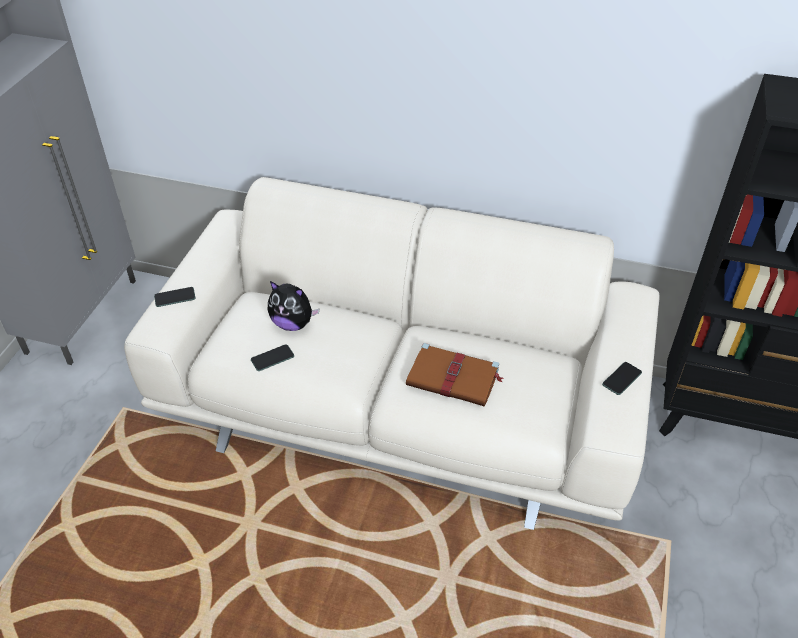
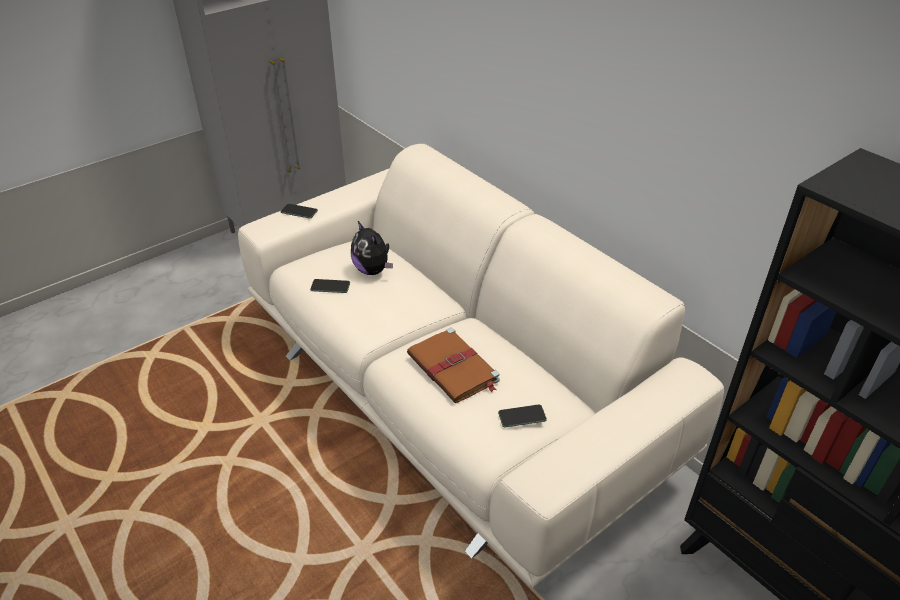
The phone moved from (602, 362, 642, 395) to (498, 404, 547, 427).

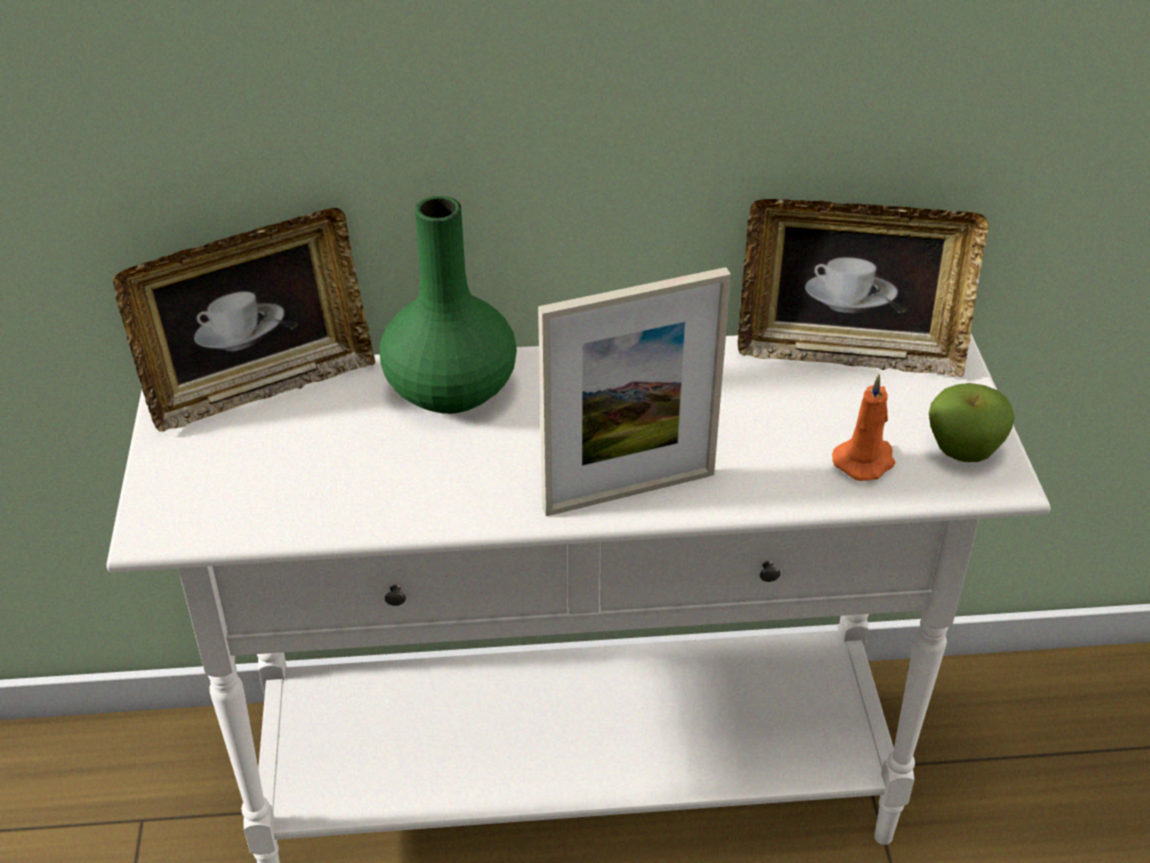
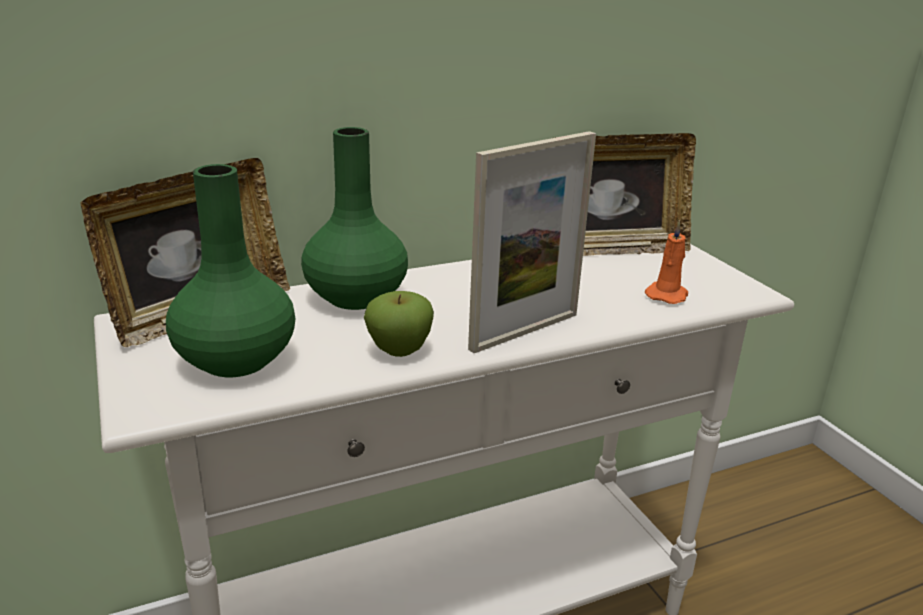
The green vase at (166, 164, 296, 377) appeared.
The apple moved from (929, 383, 1014, 462) to (364, 291, 434, 357).

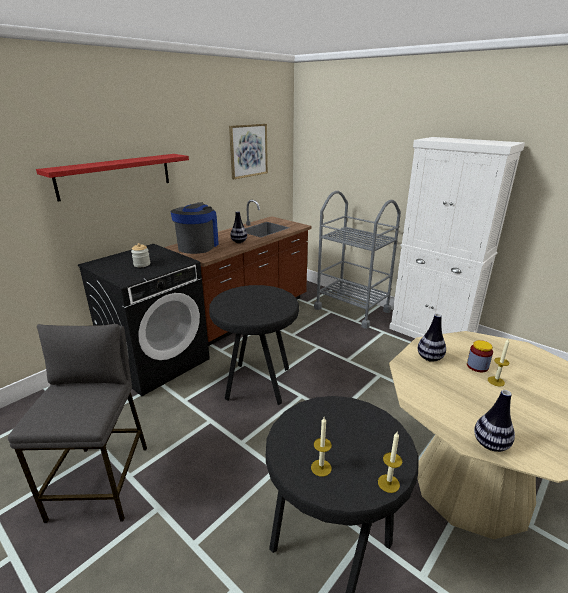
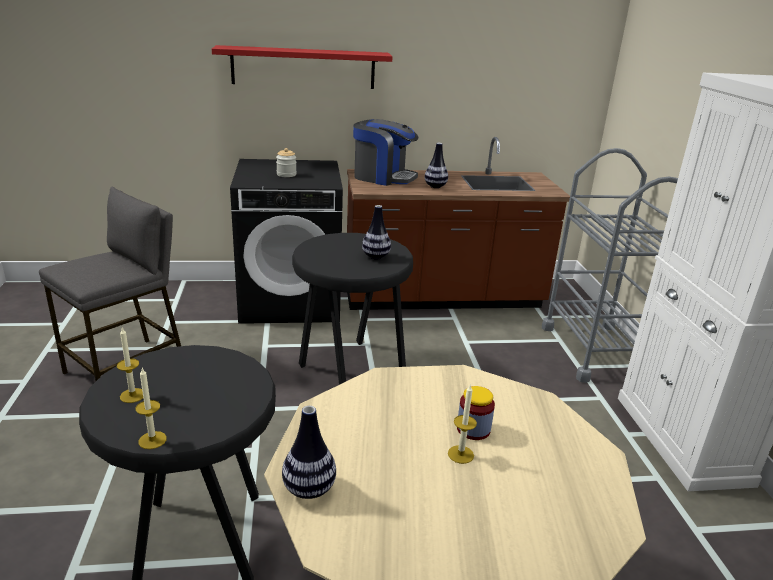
The coffee machine at (170, 202, 219, 254) turned 60 degrees clockwise.
The vase moved from (418, 314, 446, 362) to (362, 205, 391, 259).
The picture at (229, 124, 268, 179) disappeared.

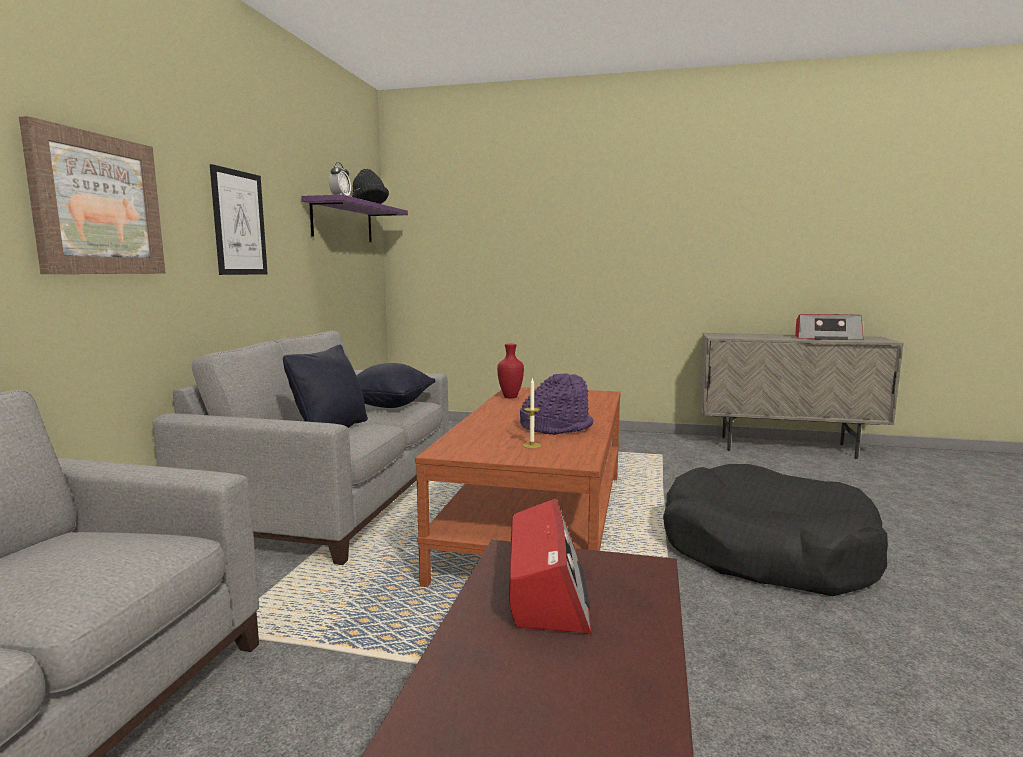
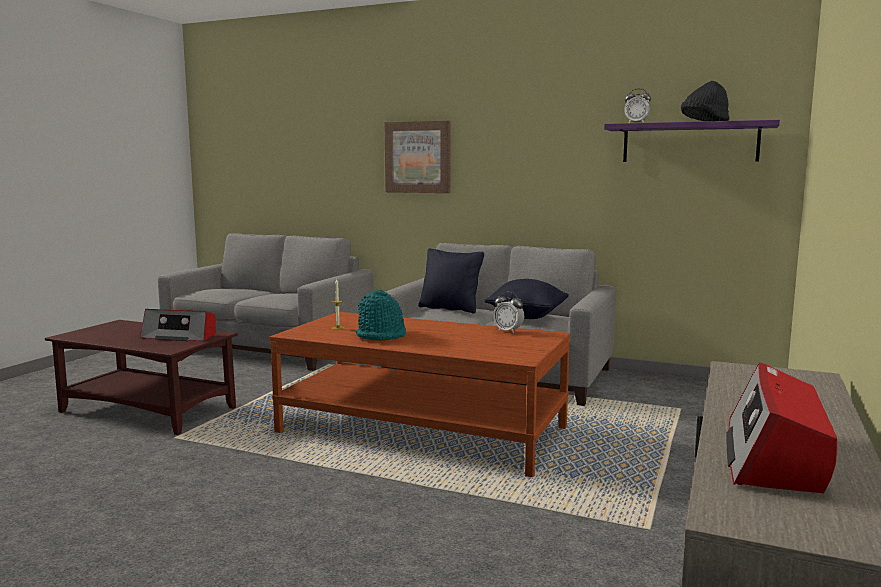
The purple hat at (520, 373, 594, 435) became the turquoise hat at (355, 290, 406, 341).
The red vase at (497, 343, 524, 399) was replaced by the alarm clock at (493, 292, 524, 333).
The picture at (210, 164, 268, 275) disappeared.
The black dog bed at (663, 464, 888, 596) disappeared.

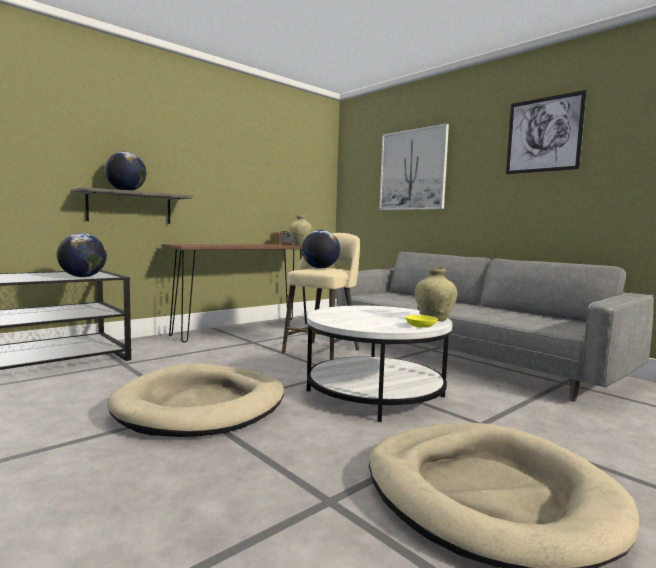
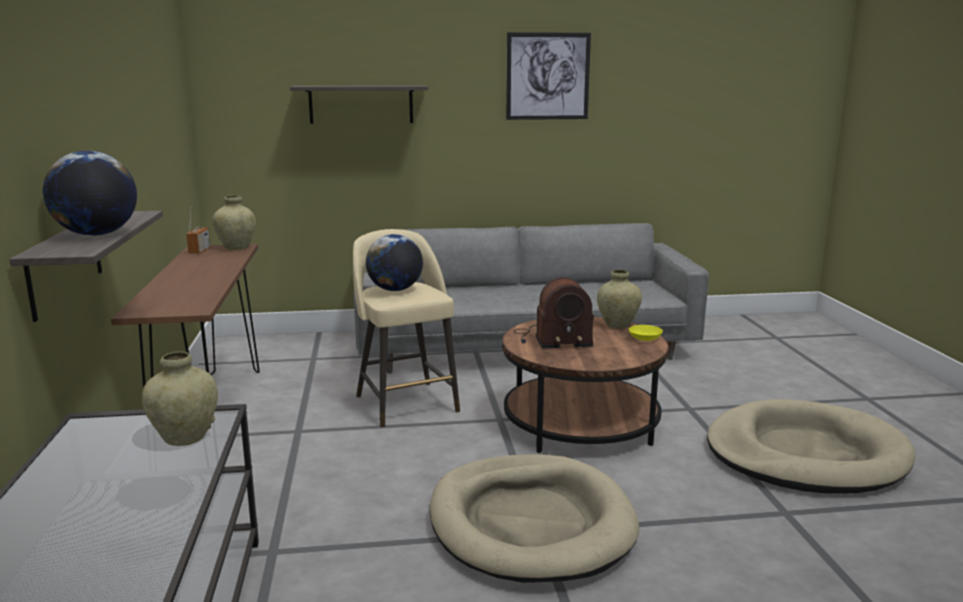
The globe at (57, 233, 107, 277) was replaced by the beige vase at (142, 352, 218, 446).
The picture at (379, 123, 449, 210) was replaced by the shelf at (290, 85, 428, 124).
The white coffee table at (307, 306, 453, 422) became the brown coffee table at (502, 317, 669, 453).
The radio at (514, 277, 594, 349) appeared.

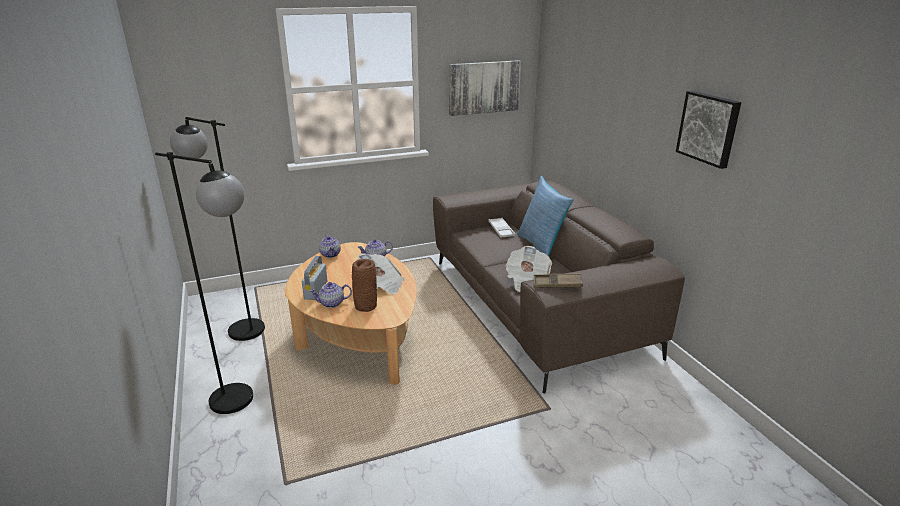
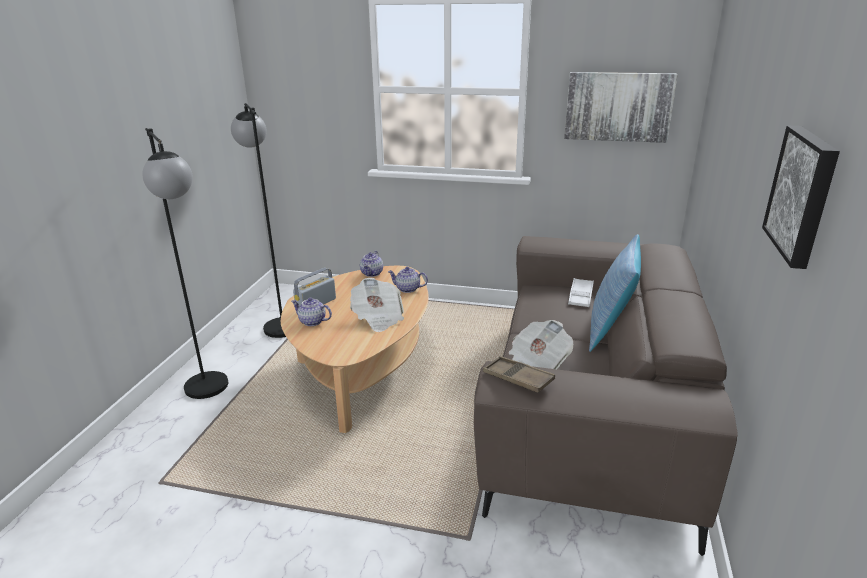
The brown vase at (352, 259, 377, 312) disappeared.

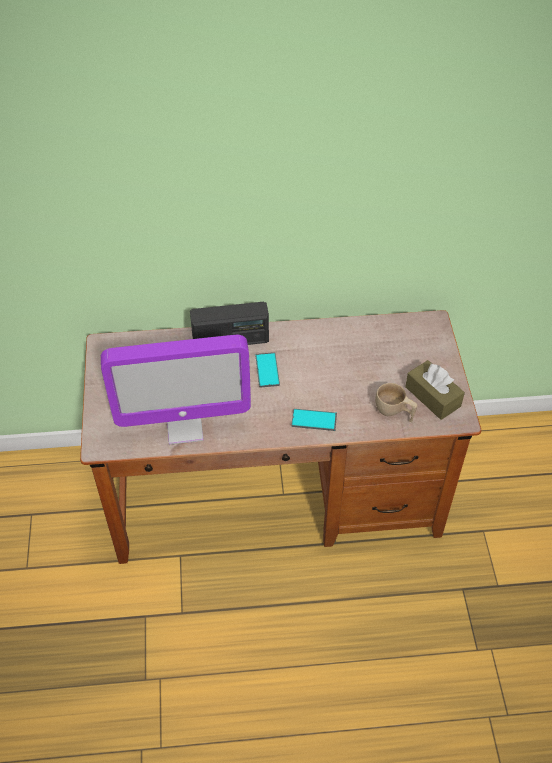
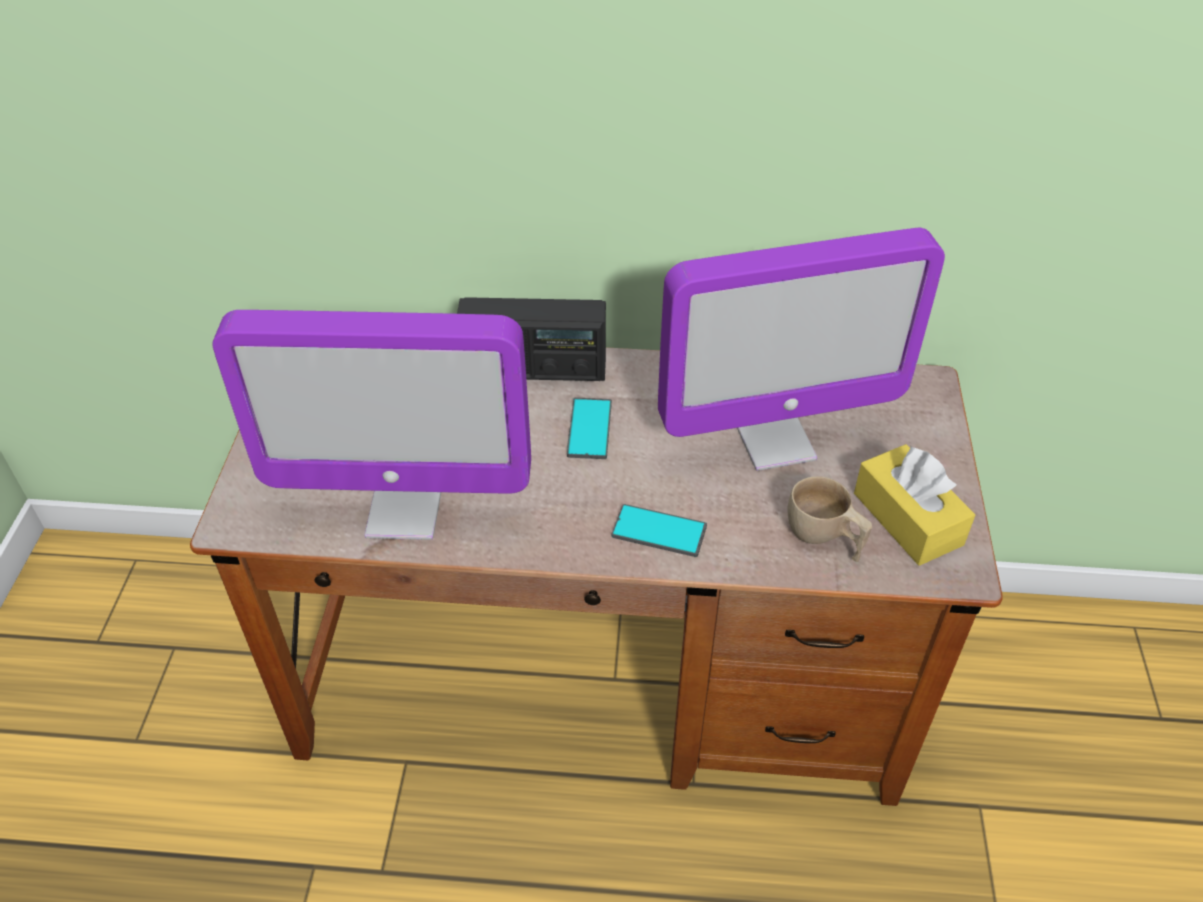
The monitor at (658, 228, 945, 471) appeared.
The brown tissue box at (405, 360, 465, 420) became the yellow tissue box at (854, 444, 975, 566).

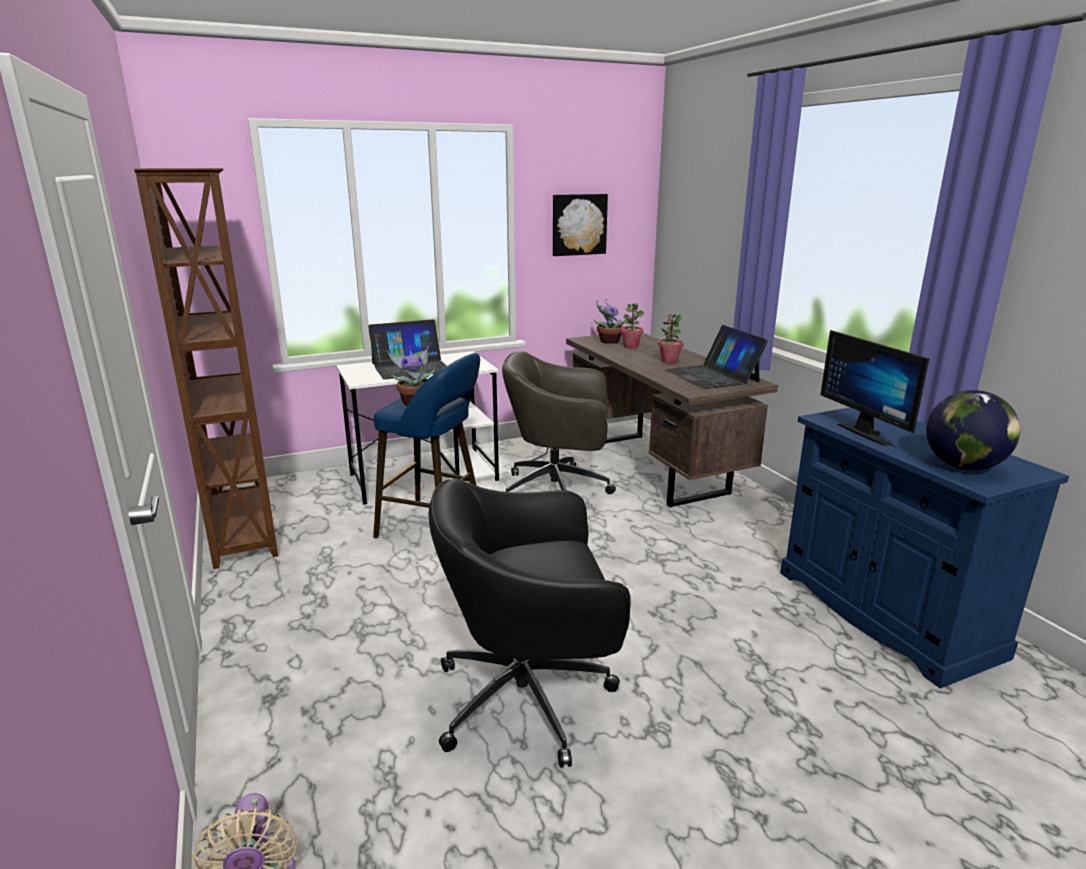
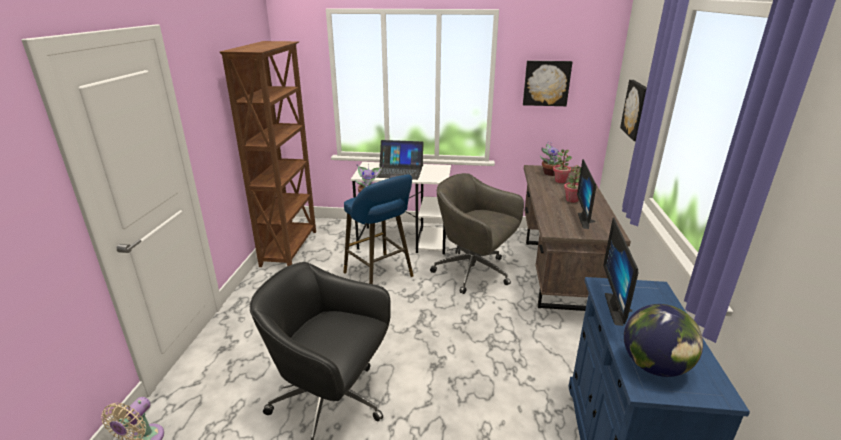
The laptop at (666, 325, 768, 389) was replaced by the monitor at (577, 159, 596, 229).
The picture at (620, 80, 647, 141) appeared.

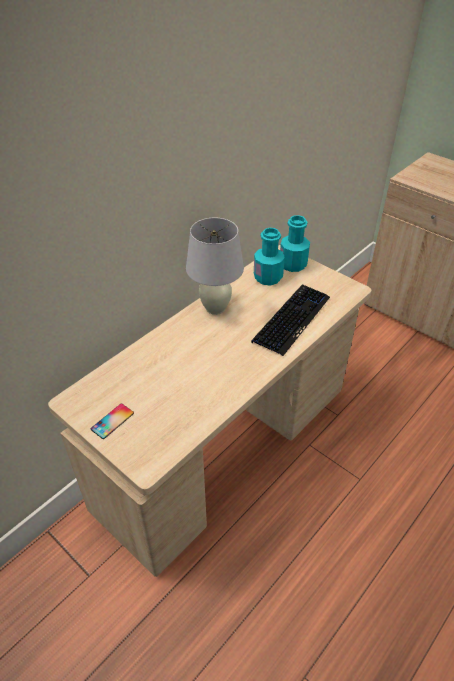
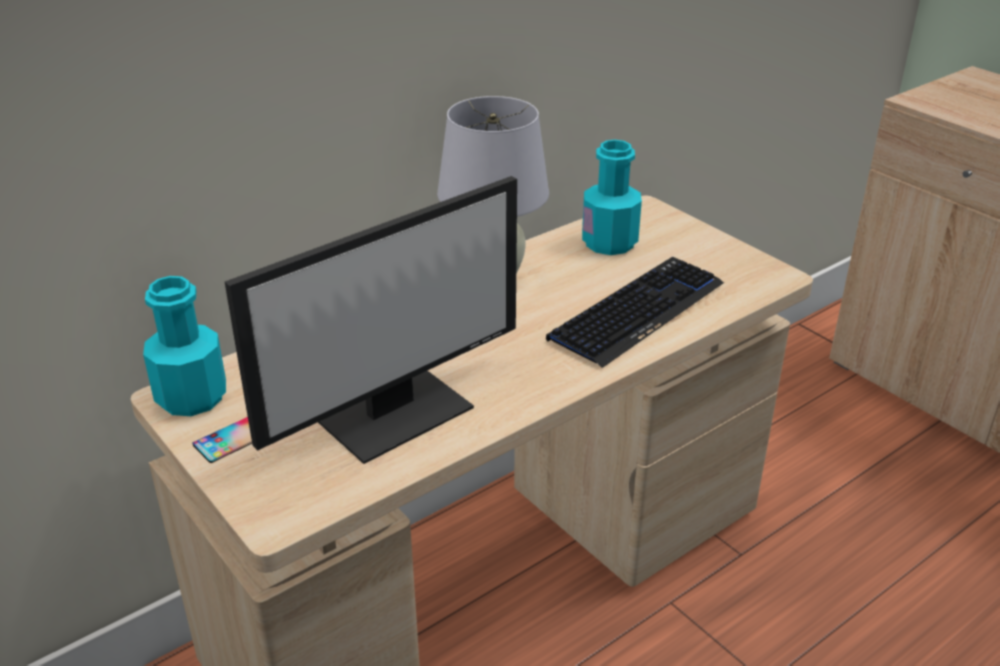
The turquoise bottle moved from (280, 215, 310, 272) to (143, 276, 226, 416).
The monitor at (225, 176, 517, 464) appeared.

